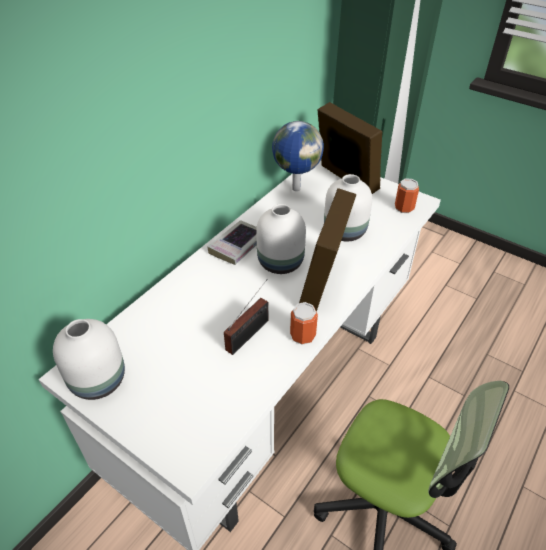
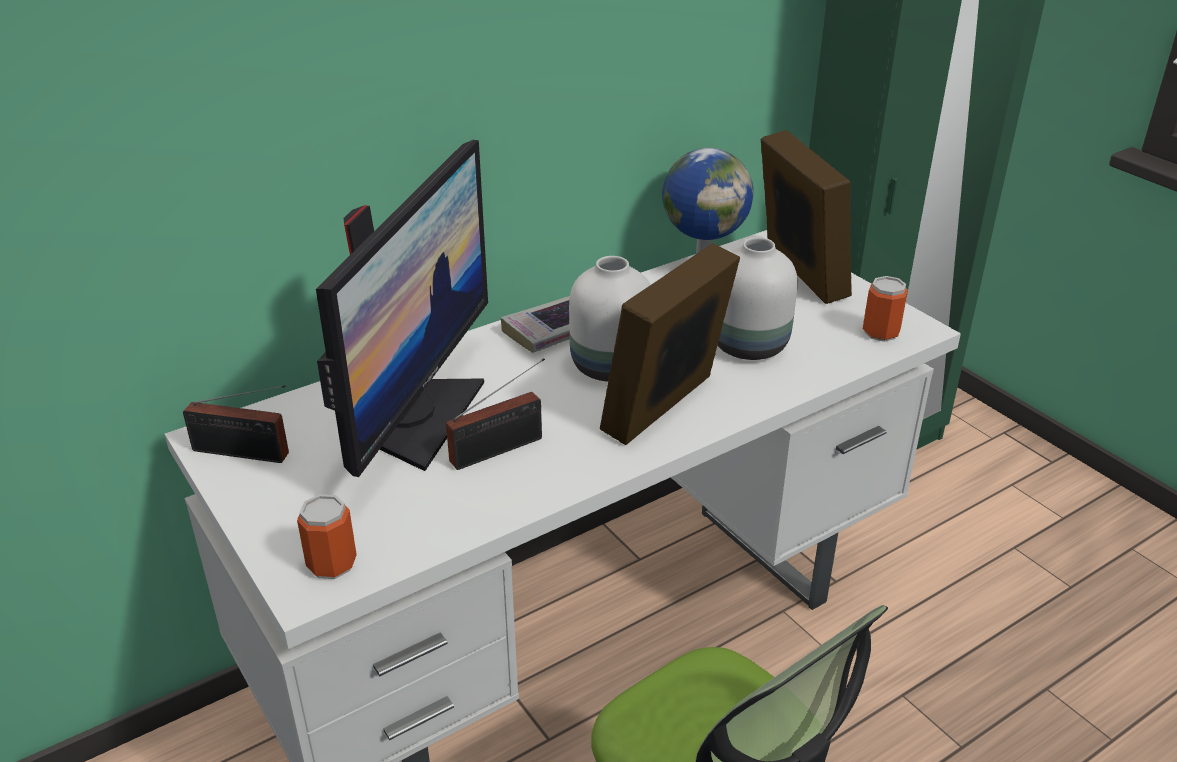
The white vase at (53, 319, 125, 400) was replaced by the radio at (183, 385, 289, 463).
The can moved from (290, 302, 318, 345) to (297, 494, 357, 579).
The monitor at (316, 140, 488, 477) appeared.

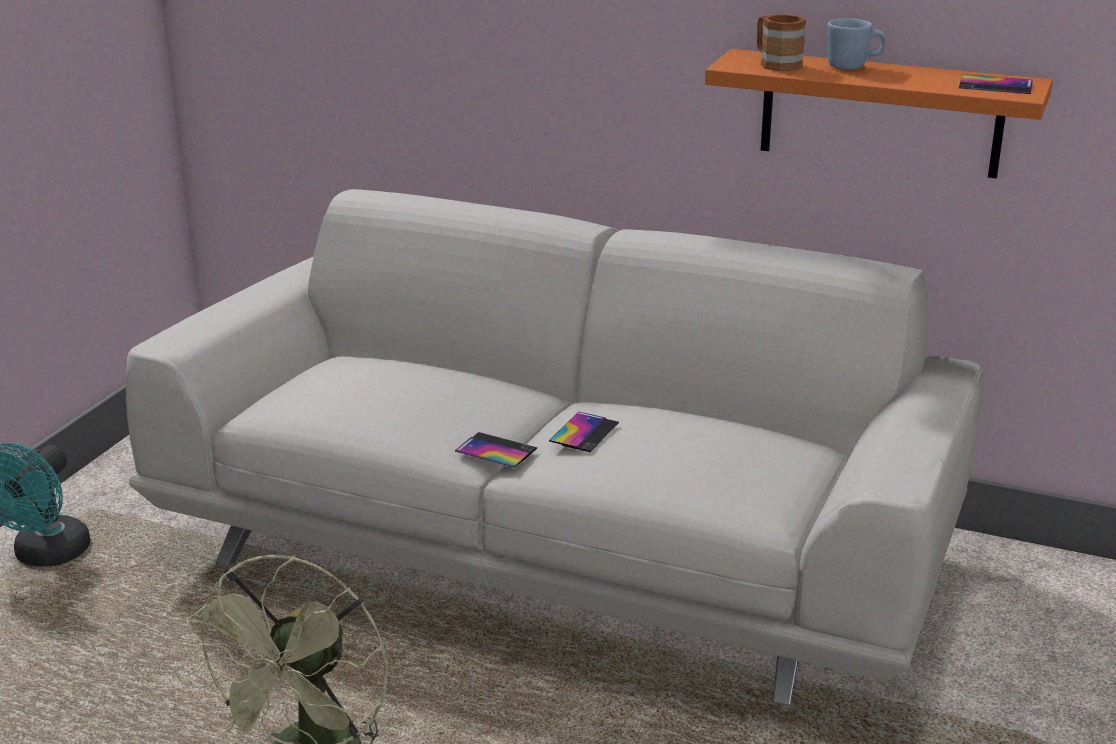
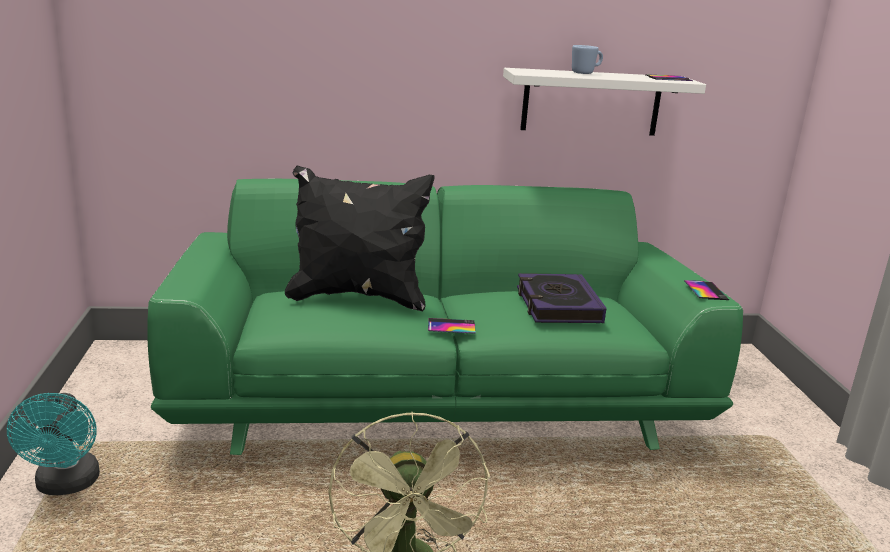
The white sofa at (126, 189, 984, 706) became the green sofa at (147, 179, 743, 455).
The black pillow at (285, 166, 434, 311) appeared.
The orange shelf at (705, 49, 1053, 179) became the white shelf at (503, 68, 706, 136).
The book at (517, 273, 607, 323) appeared.
The phone moved from (549, 411, 619, 452) to (684, 280, 729, 300).
The brown mug at (757, 14, 806, 71) disappeared.

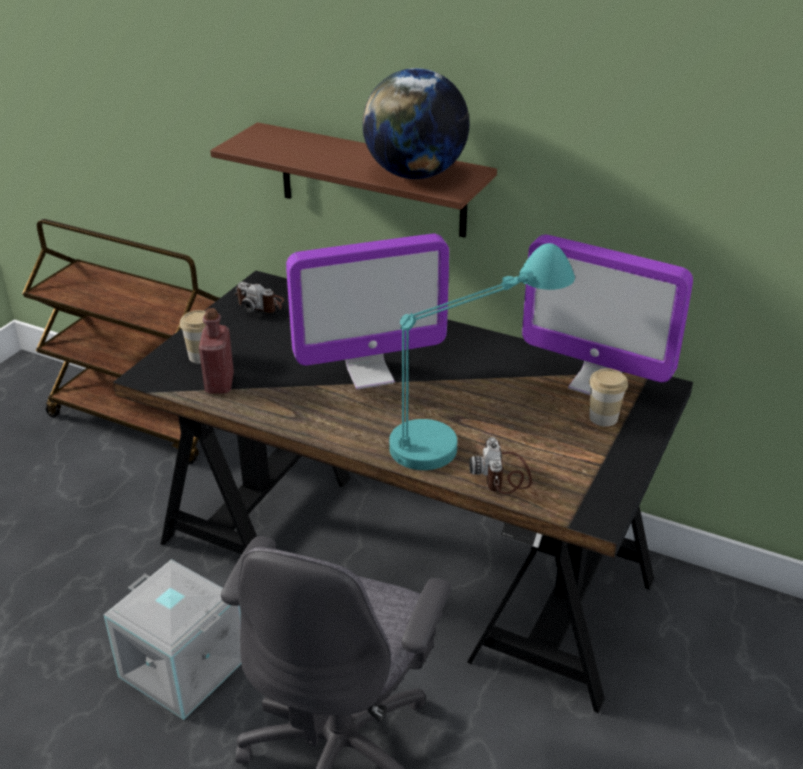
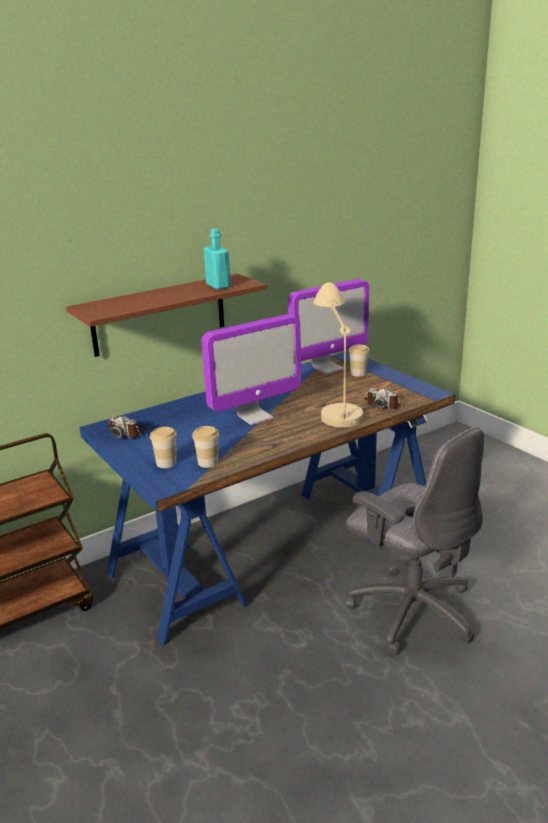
The black desk at (113, 271, 693, 713) became the blue desk at (79, 351, 455, 646).
The photo camera at (235, 282, 284, 313) turned 60 degrees clockwise.
The red bottle at (199, 308, 234, 394) was replaced by the cup at (192, 426, 220, 468).
The monitor at (286, 234, 449, 389) turned 45 degrees clockwise.
The globe at (362, 68, 469, 179) was replaced by the turquoise bottle at (204, 228, 231, 290).
The turquoise table lamp at (389, 243, 575, 470) became the beige table lamp at (313, 282, 363, 427).
The grey storage box at (104, 559, 241, 720) disappeared.

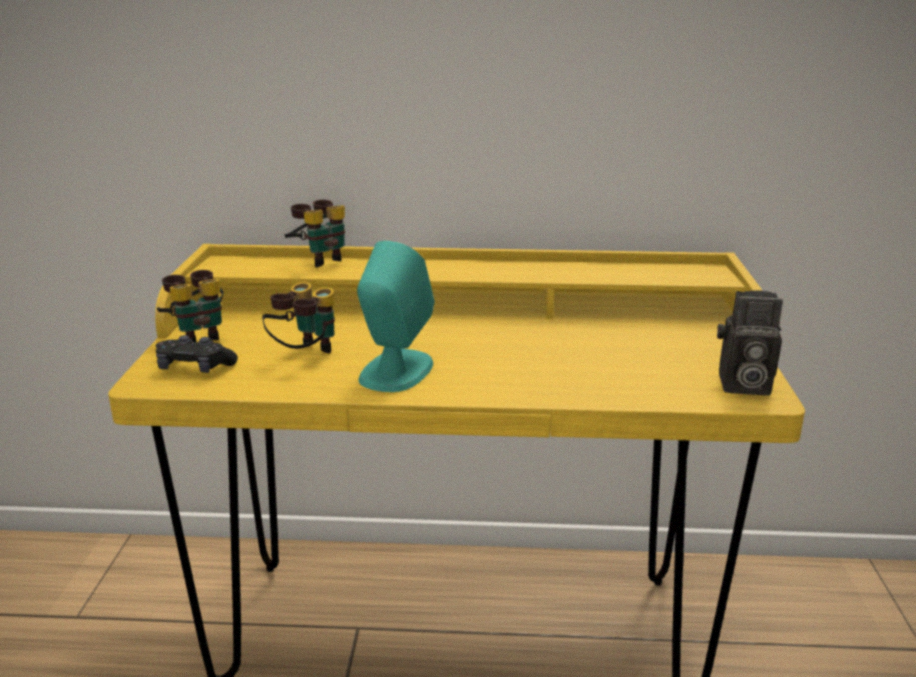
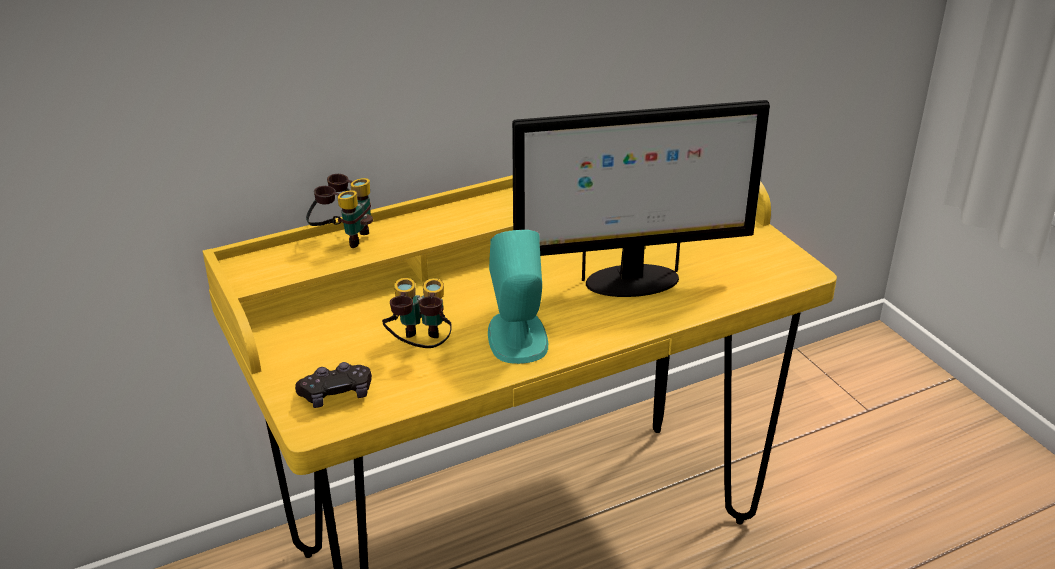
The monitor at (512, 100, 770, 297) appeared.
The binoculars at (157, 270, 224, 342) disappeared.
The photo camera at (717, 290, 783, 396) disappeared.

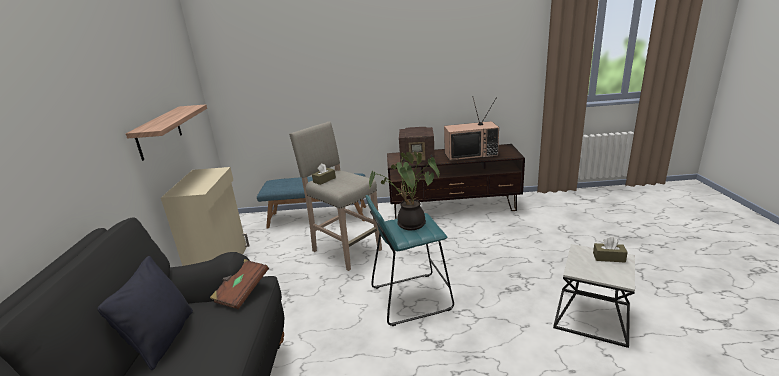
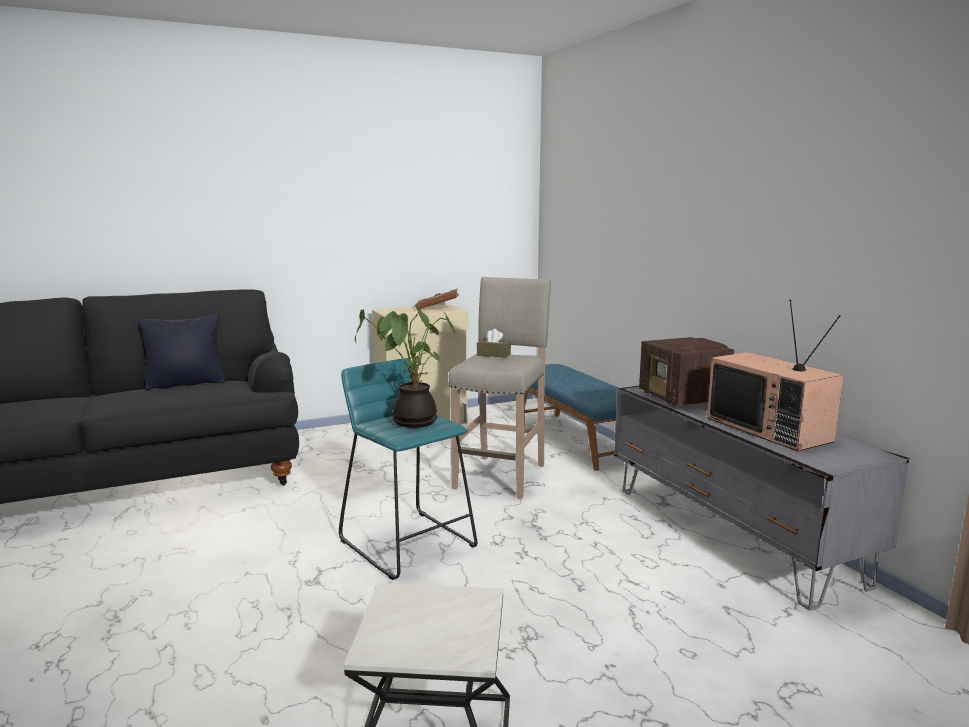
The brown book moved from (210, 259, 269, 309) to (415, 289, 459, 309).
The brown tv stand at (387, 144, 525, 219) became the grey tv stand at (614, 386, 909, 610).
The shelf at (126, 104, 207, 161) disappeared.
The brown tissue box at (593, 237, 628, 262) disappeared.

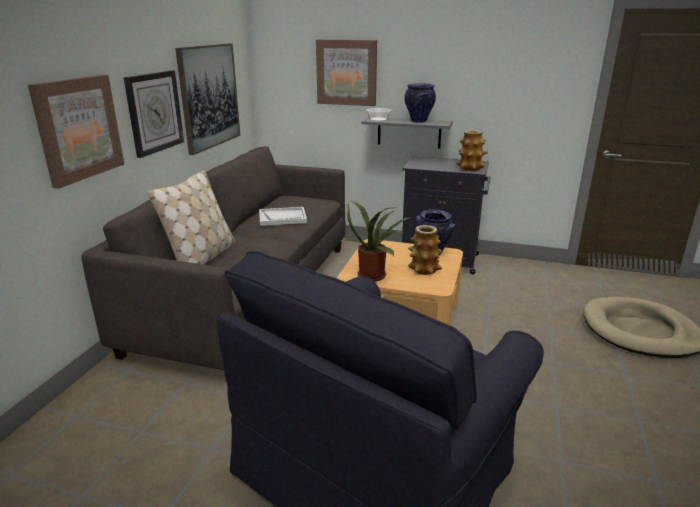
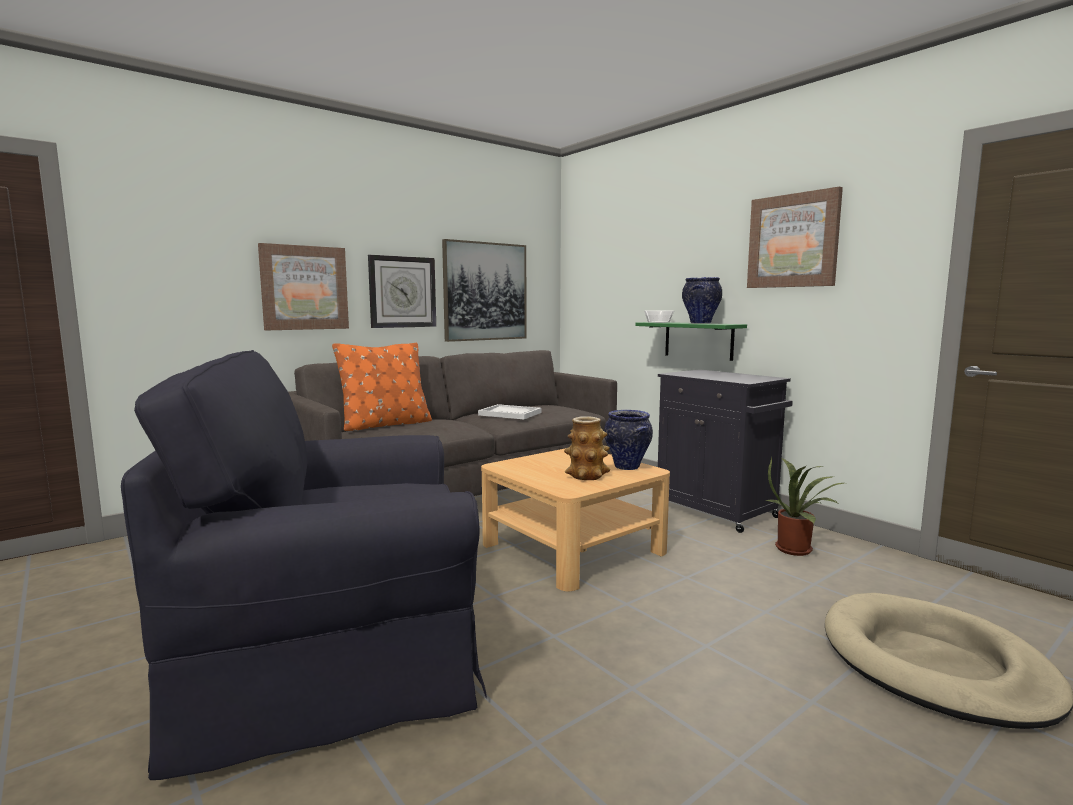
The beige pillow at (147, 170, 235, 264) became the orange pillow at (332, 343, 432, 431).
The grey shelf at (362, 117, 453, 149) became the green shelf at (635, 322, 747, 361).
The picture moved from (316, 40, 377, 106) to (747, 187, 843, 288).
The potted plant moved from (345, 201, 411, 282) to (765, 457, 844, 556).
The vase at (456, 130, 488, 171) disappeared.

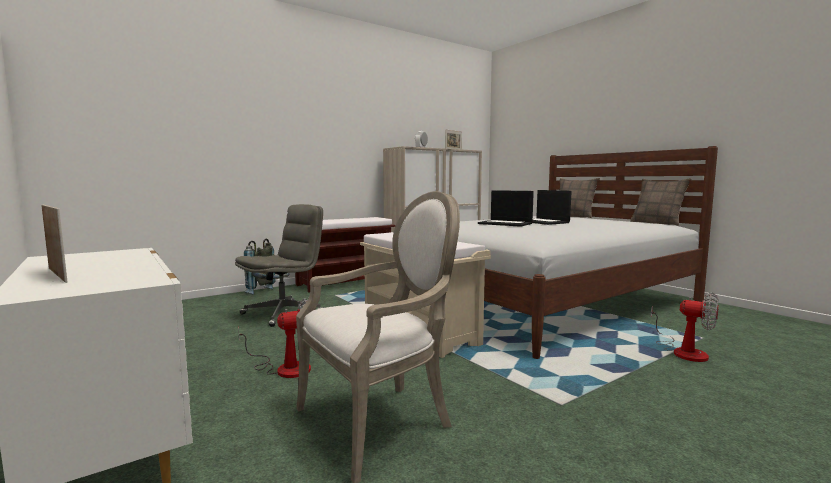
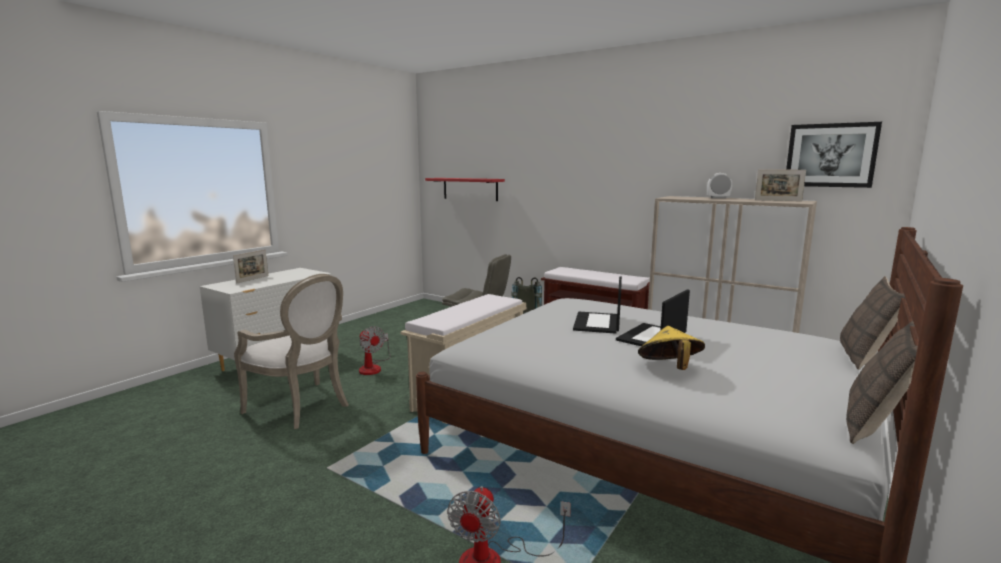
The red shelf at (425, 178, 505, 201) appeared.
The yellow hat at (638, 326, 705, 370) appeared.
The picture at (786, 122, 882, 188) appeared.

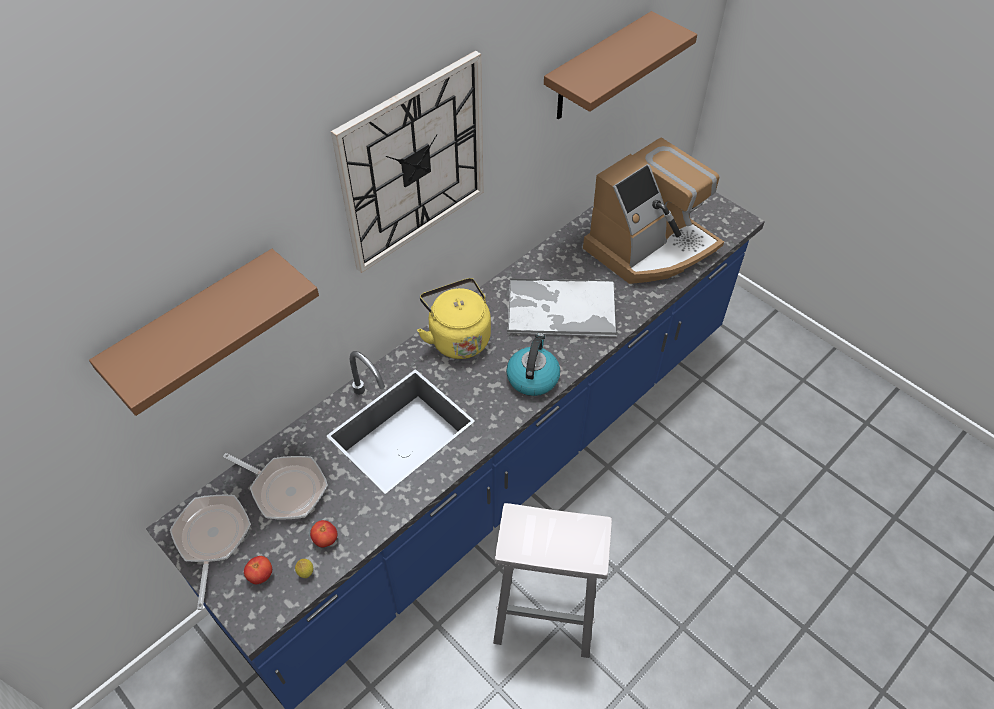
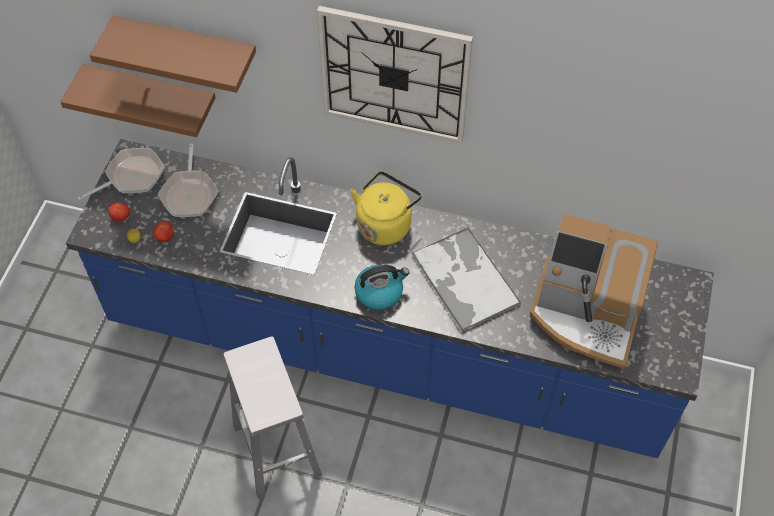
The brown shelf moved from (544, 11, 697, 119) to (61, 64, 216, 137).

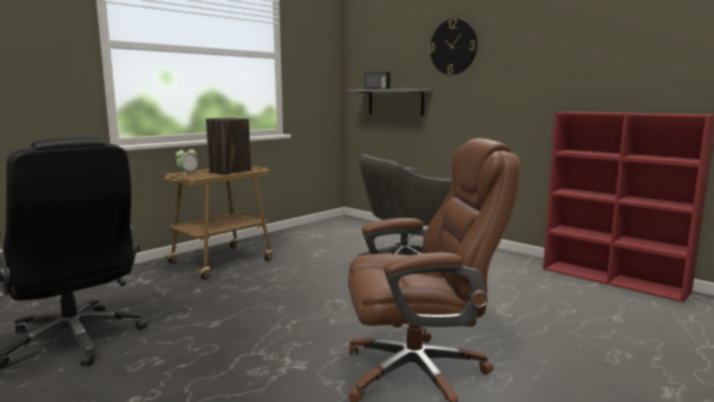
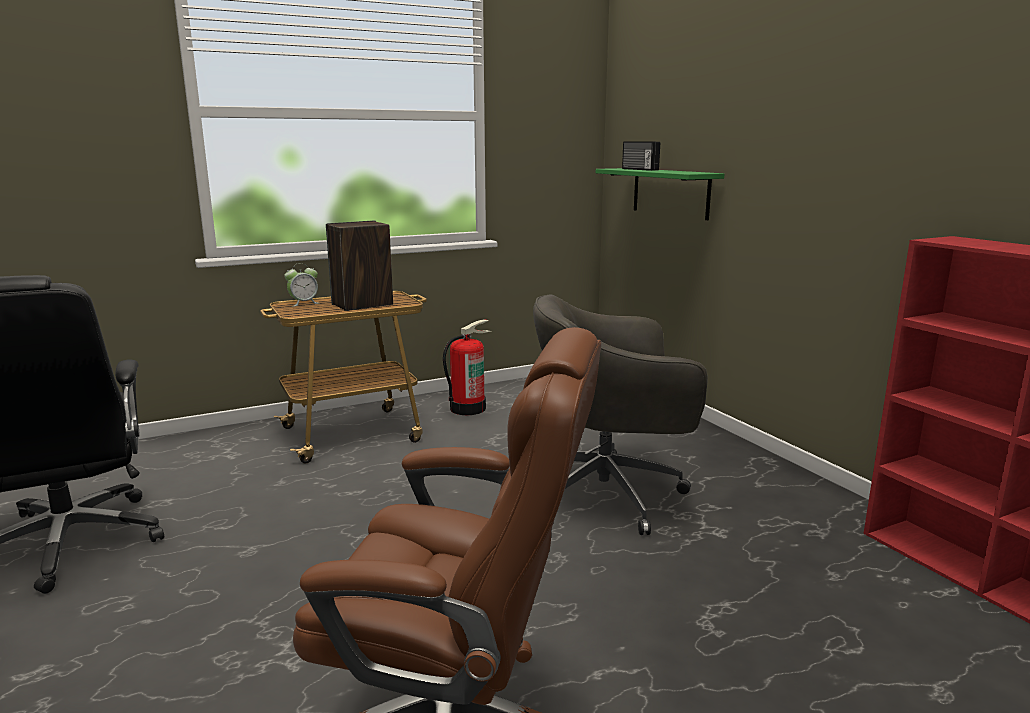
The fire extinguisher at (443, 319, 490, 415) appeared.
The grey shelf at (347, 88, 432, 116) became the green shelf at (596, 168, 724, 220).
The wall clock at (429, 18, 477, 75) disappeared.

